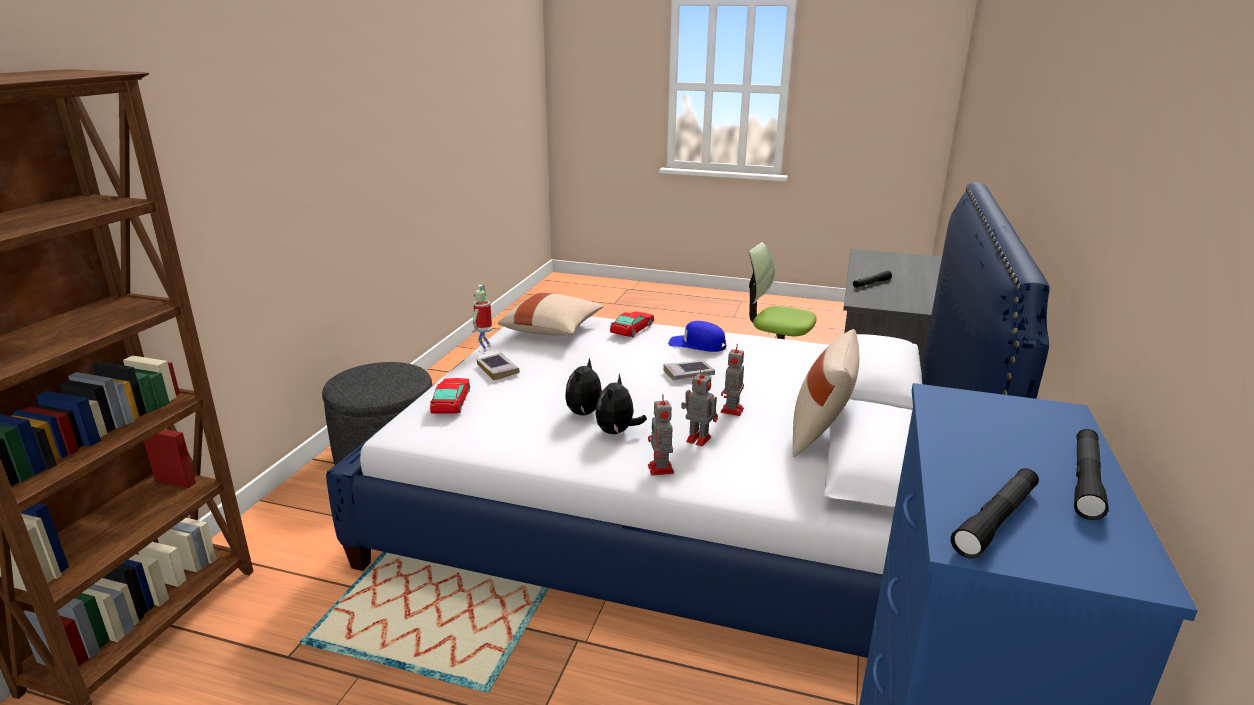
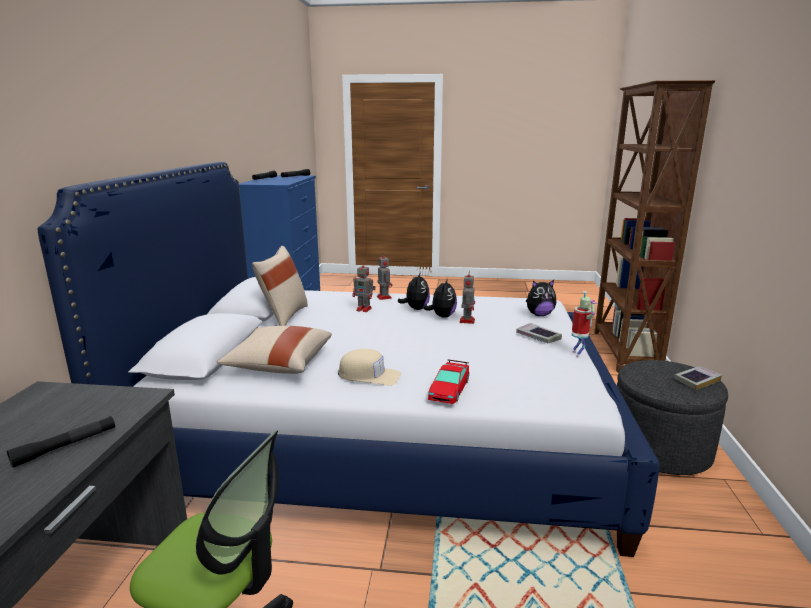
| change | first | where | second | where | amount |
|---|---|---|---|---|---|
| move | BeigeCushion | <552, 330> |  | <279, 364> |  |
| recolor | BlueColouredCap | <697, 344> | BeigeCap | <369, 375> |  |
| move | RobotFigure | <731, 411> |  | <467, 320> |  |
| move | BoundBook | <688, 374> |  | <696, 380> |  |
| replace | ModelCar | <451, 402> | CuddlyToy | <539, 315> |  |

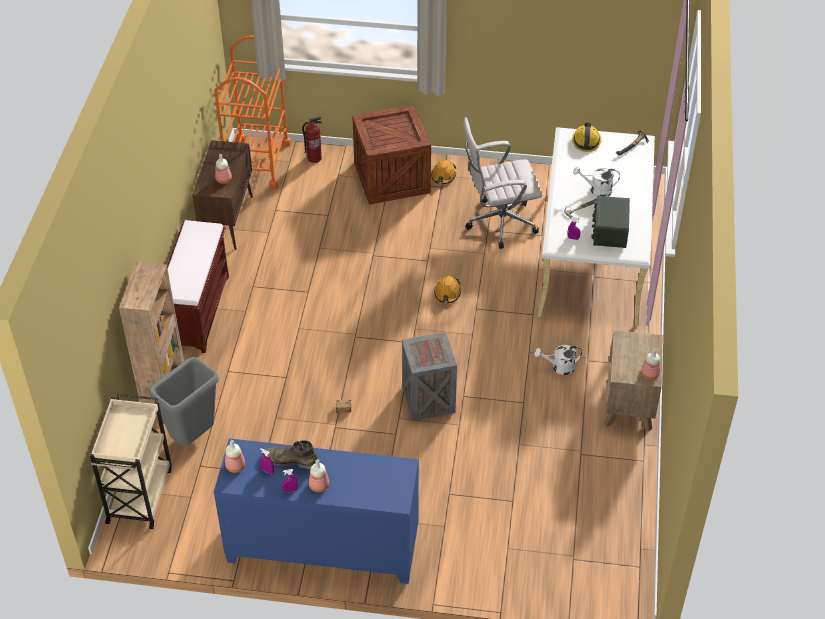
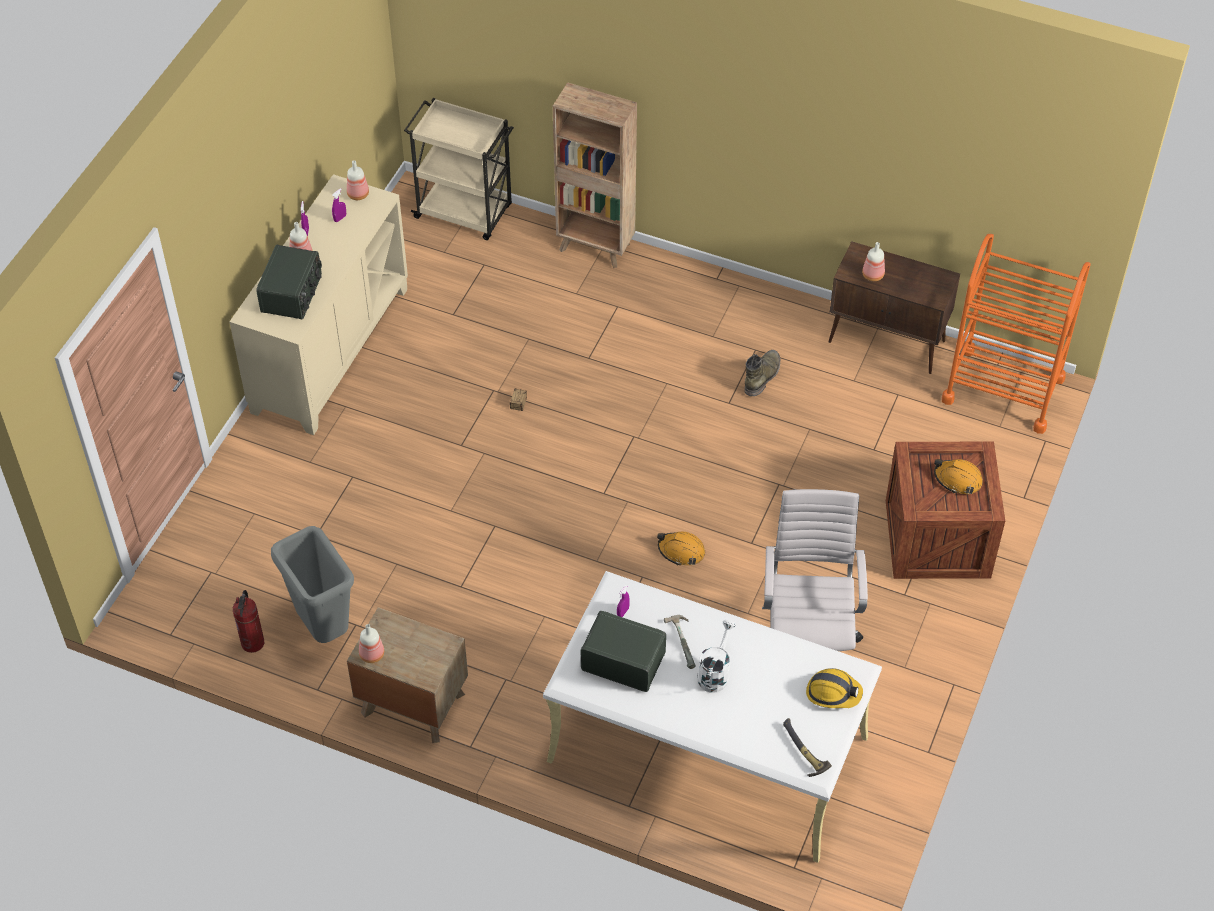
| change | first | where | second | where | amount |
|---|---|---|---|---|---|
| move | Extinguisher | <314, 158> |  | <253, 643> |  |
| move | OrangeHardHat | <443, 176> |  | <957, 479> |  |
| delete | BrownColouredBench | <198, 310> |  |  |  |
| delete | Crate | <427, 400> |  |  |  |
| delete | WhiteSprinklingCan | <559, 367> |  |  |  |
| move | GreyTrashCan | <193, 438> |  | <322, 628> |  |
| recolor | BlueColouredCupboard | <322, 548> | BeigeCupboard | <329, 349> |  |
| move | GreenishHighTopBoot | <290, 460> |  | <762, 375> |  |
| insert |  |  | RadioReceiver | <292, 294> |  |

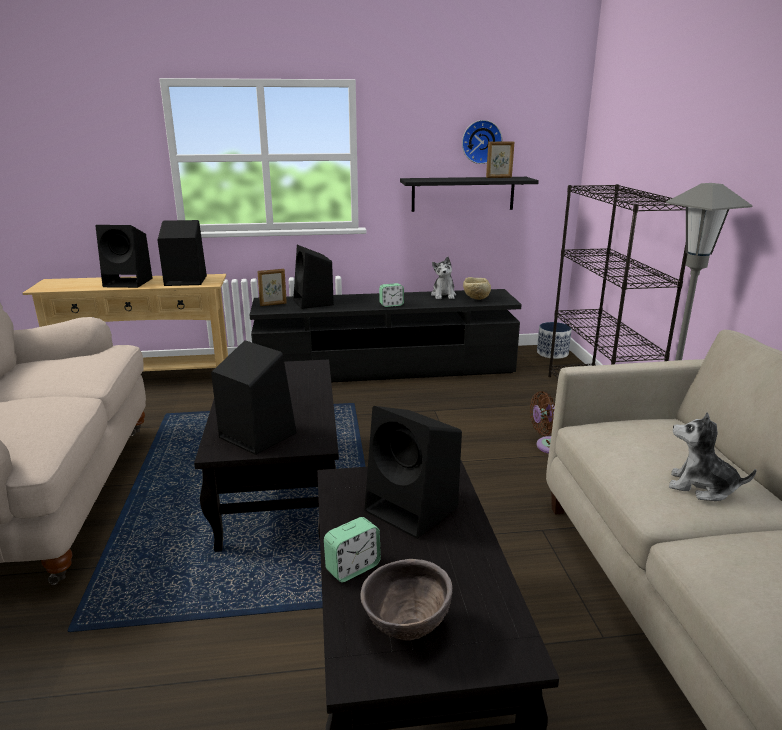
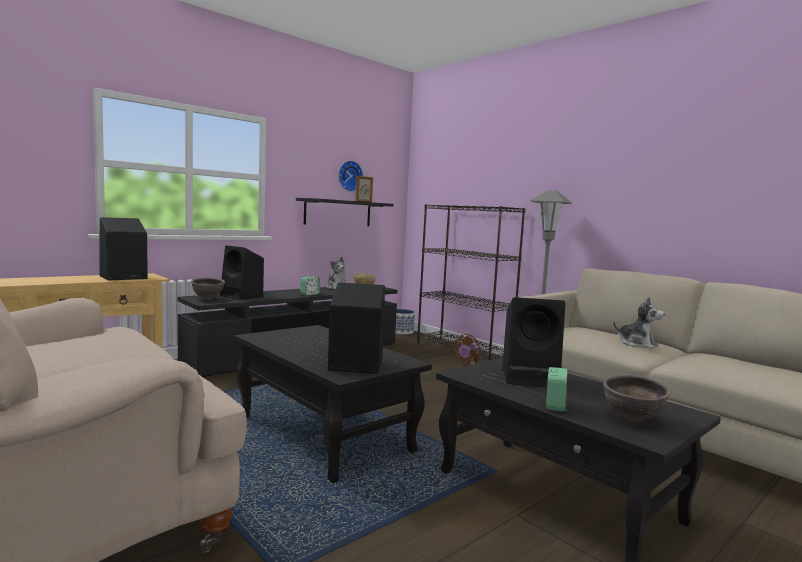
| change | first | where | second | where | amount |
|---|---|---|---|---|---|
| delete | BlackLoudspeaker | <129, 282> |  |  |  |
| replace | PhotoFrame | <273, 304> | BrownColouredServingBowl | <207, 299> |  |
| rotate | CuddlyToy | <701, 487> |  | <637, 344> | 135 degrees counterclockwise |

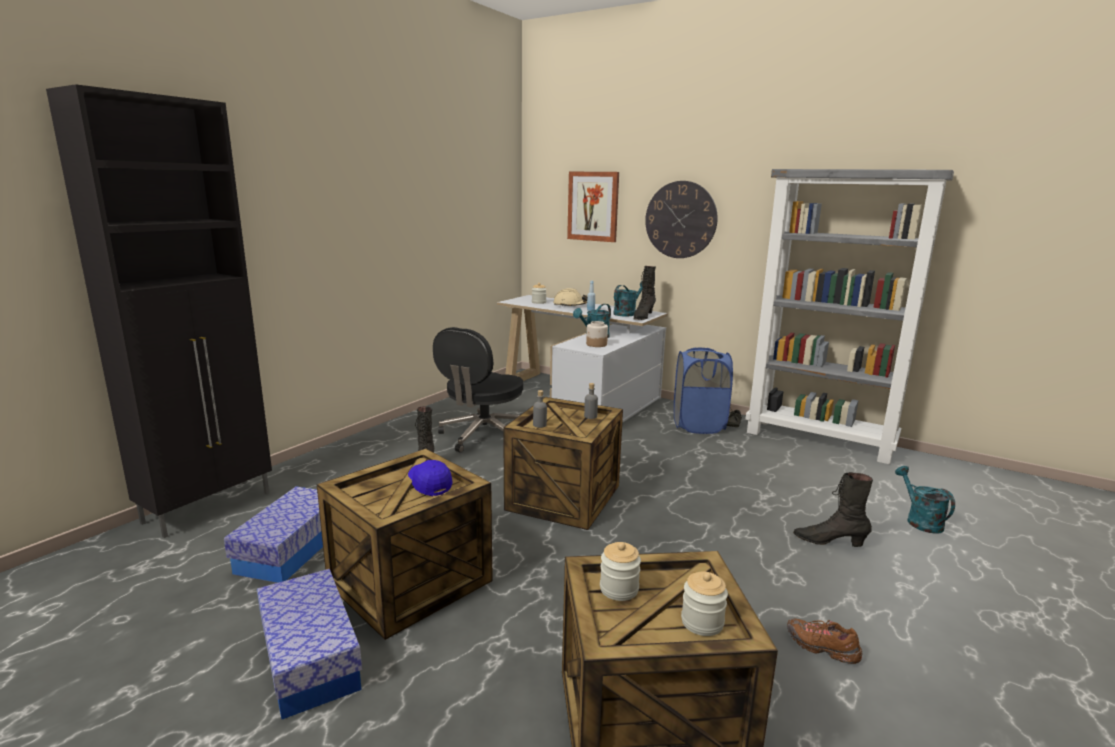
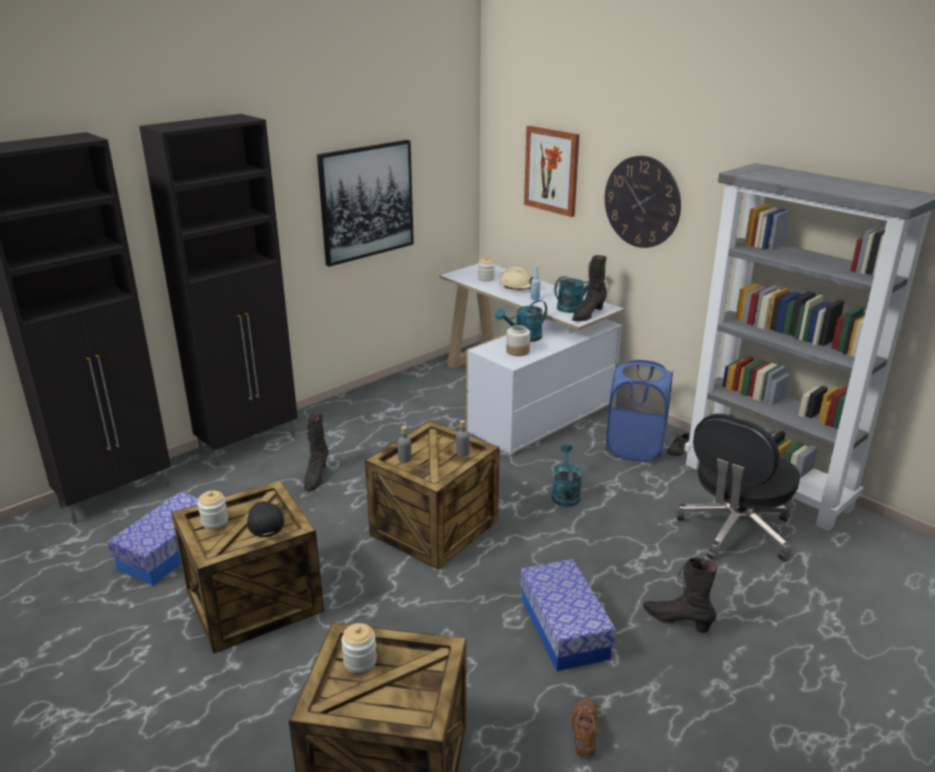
| change | first | where | second | where | amount |
|---|---|---|---|---|---|
| move | BlackComputerChair | <482, 436> |  | <734, 531> |  |
| recolor | BlueColouredCap | <429, 484> | BlackCap | <265, 523> |  |
| move | TurquoiseSprinklingCan | <919, 520> |  | <565, 494> |  |
| move | StorageBox | <310, 659> |  | <564, 628> |  |
| move | PreserveJar | <702, 622> |  | <214, 521> |  |
| rotate | BrownColouredShoe | <822, 648> |  | <584, 732> | 45 degrees clockwise |
| insert |  |  | BlackCupboard | <250, 443> |  |
| insert |  |  | WallPicture | <366, 201> |  |

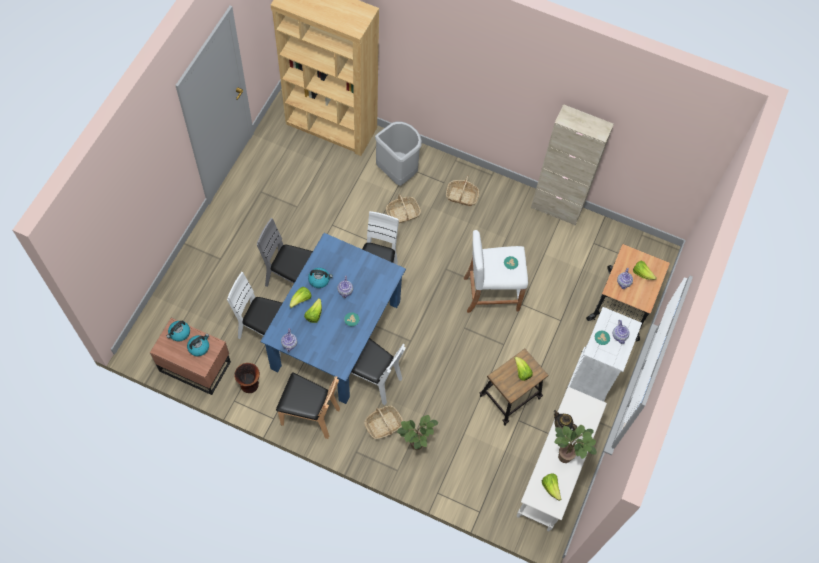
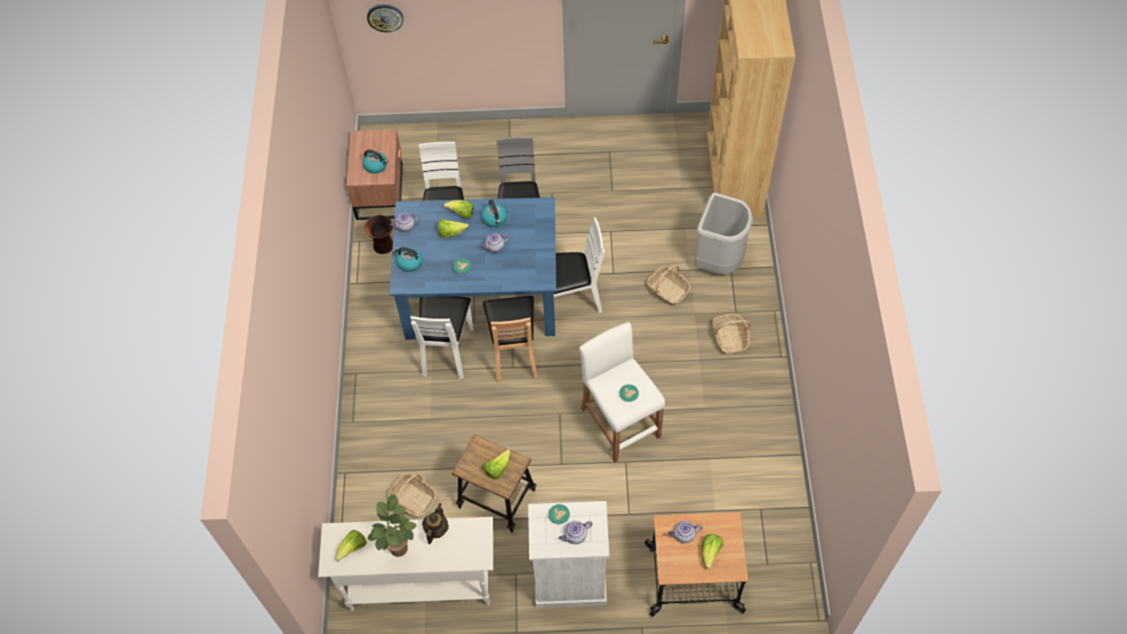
| change | first | where | second | where | amount |
|---|---|---|---|---|---|
| delete | BeigeCupboard | <556, 208> |  |  |  |
| move | Kettle | <179, 333> |  | <409, 263> |  |
| move | BrownColouredUprightChair | <310, 415> |  | <514, 353> |  |
| move | Basket | <383, 425> |  | <413, 498> |  |
| delete | PlantInAPot | <415, 446> |  |  |  |
| insert |  |  | WallClock | <385, 17> |  |

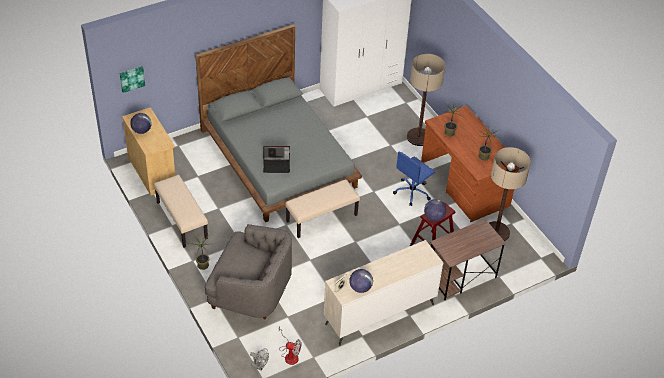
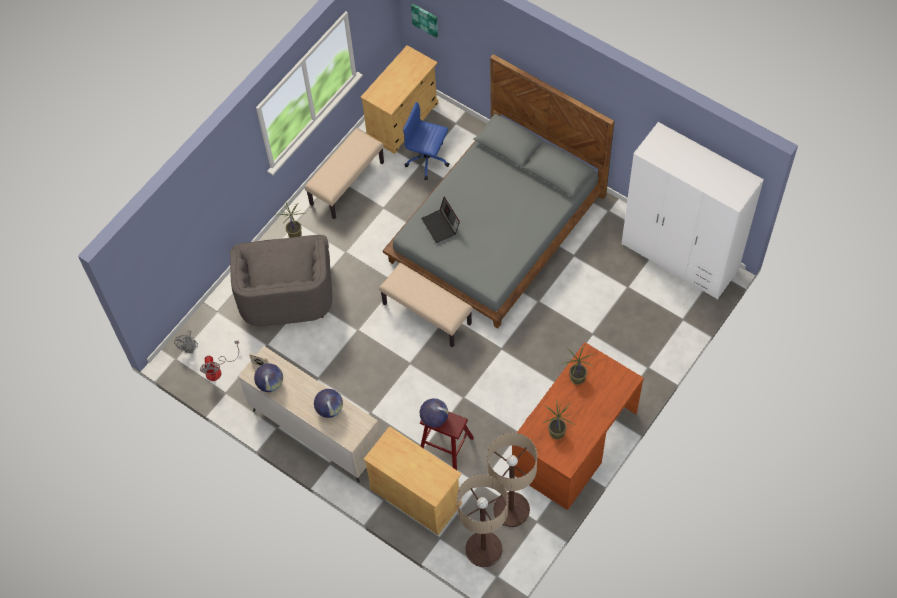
| change | first | where | second | where | amount |
|---|---|---|---|---|---|
| move | StandingLamp | <419, 137> |  | <483, 549> |  |
| move | Globe | <141, 130> |  | <329, 409> |  |
| move | BlueColouredComputerChair | <412, 192> |  | <428, 160> |  |
| replace | BrownColouredDesk | <460, 277> | BeigeCupboard | <416, 496> |  |

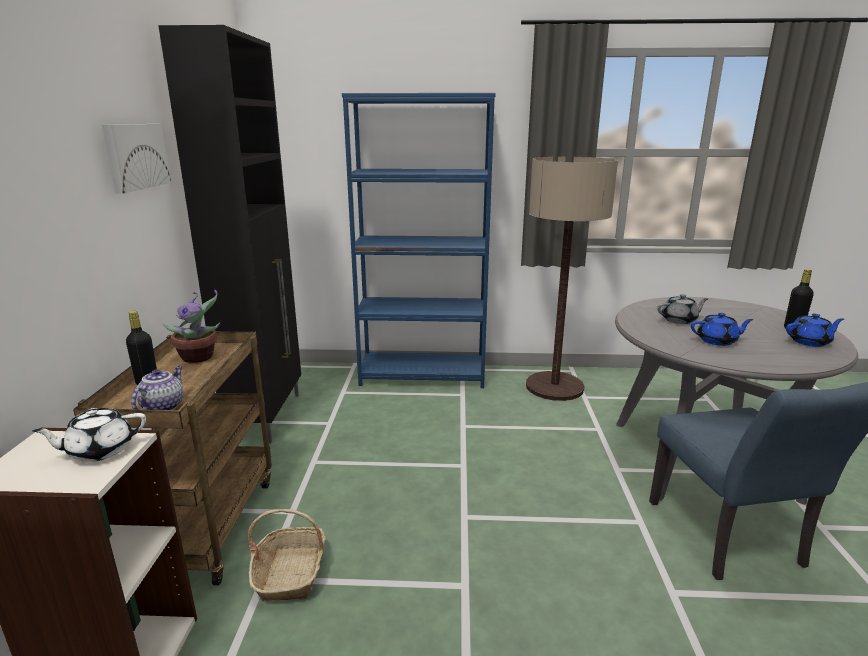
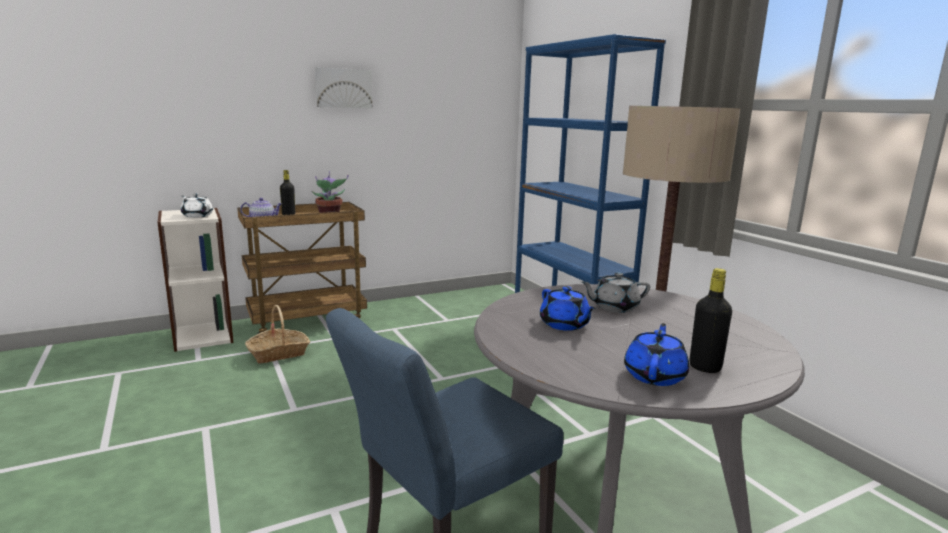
| change | first | where | second | where | amount |
|---|---|---|---|---|---|
| delete | BlackCupboard | <268, 416> |  |  |  |
| rotate | GreyPotForTea | <679, 320> |  | <614, 307> | 120 degrees clockwise |
| rotate | BlueColouredPotForTea | <810, 342> |  | <655, 375> | 120 degrees counterclockwise |

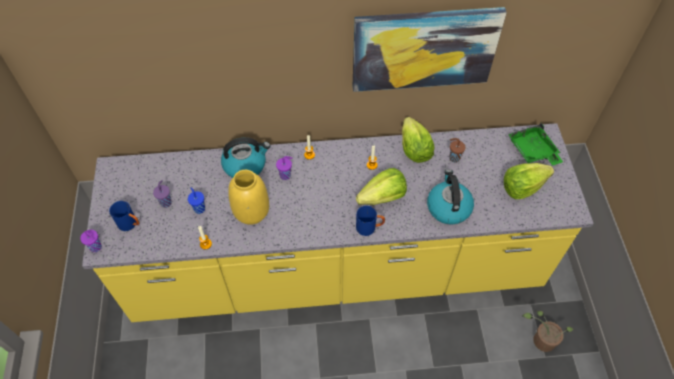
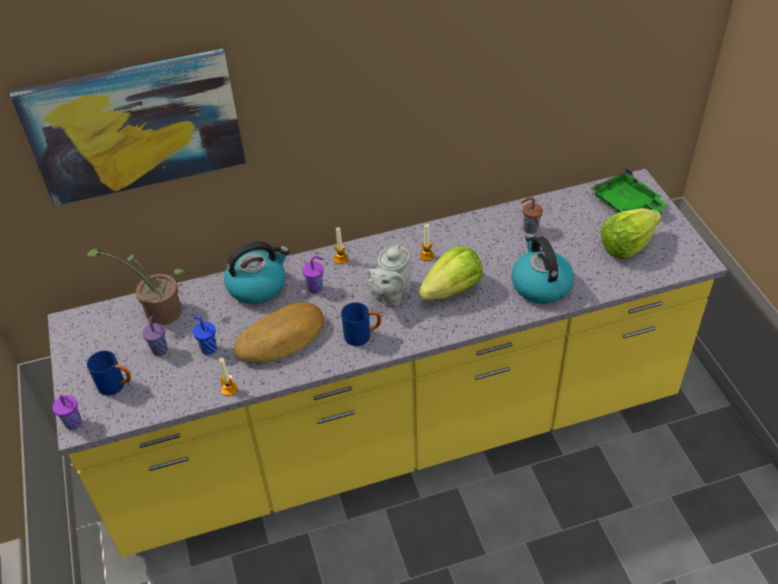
| change | first | where | second | where | amount |
|---|---|---|---|---|---|
| move | WallPicture | <424, 48> |  | <135, 126> |  |
| delete | HeadOfLettuce | <414, 149> |  |  |  |
| replace | YellowishDecorativeVase | <252, 212> | Bread | <282, 339> |  |
| move | BlueColouredMug | <369, 228> |  | <362, 335> |  |
| move | PlantInAPot | <540, 339> |  | <158, 311> |  |
| insert |  |  | GreyPotForTea | <390, 295> |  |

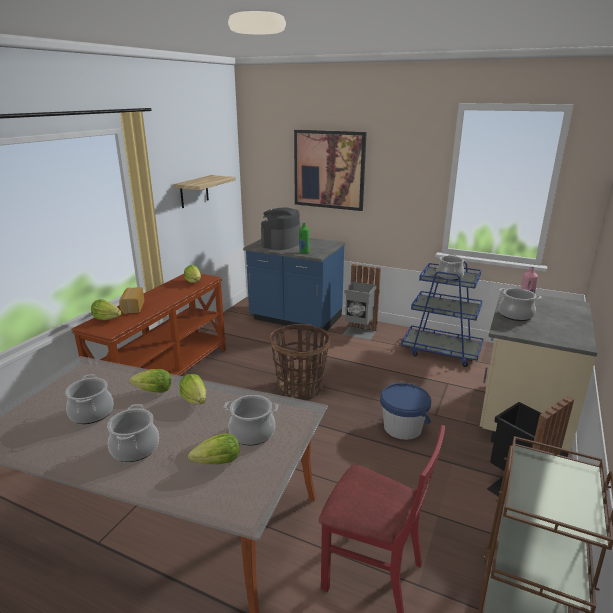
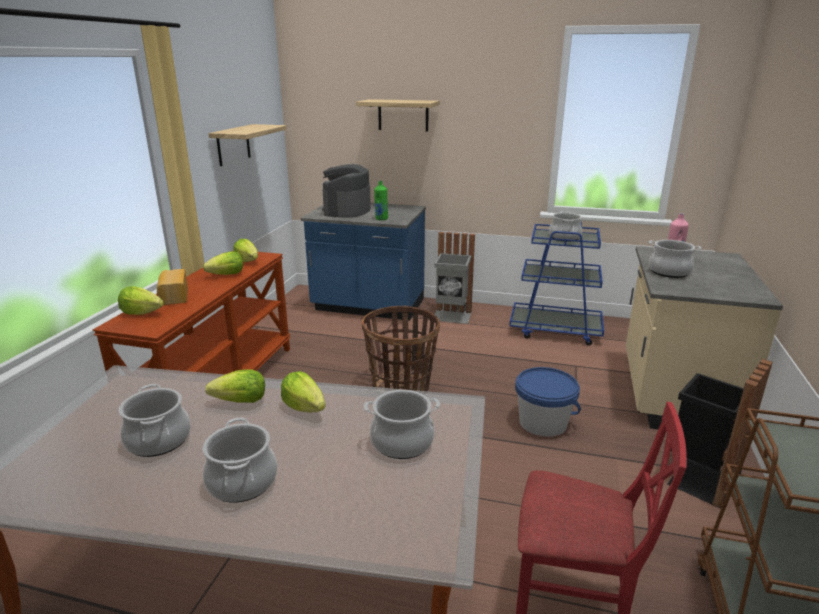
| change | first | where | second | where | amount |
|---|---|---|---|---|---|
| replace | WallPicture | <329, 170> | BracketShelf | <403, 115> |  |
| move | HeadOfLettuce | <218, 462> |  | <227, 275> |  |

